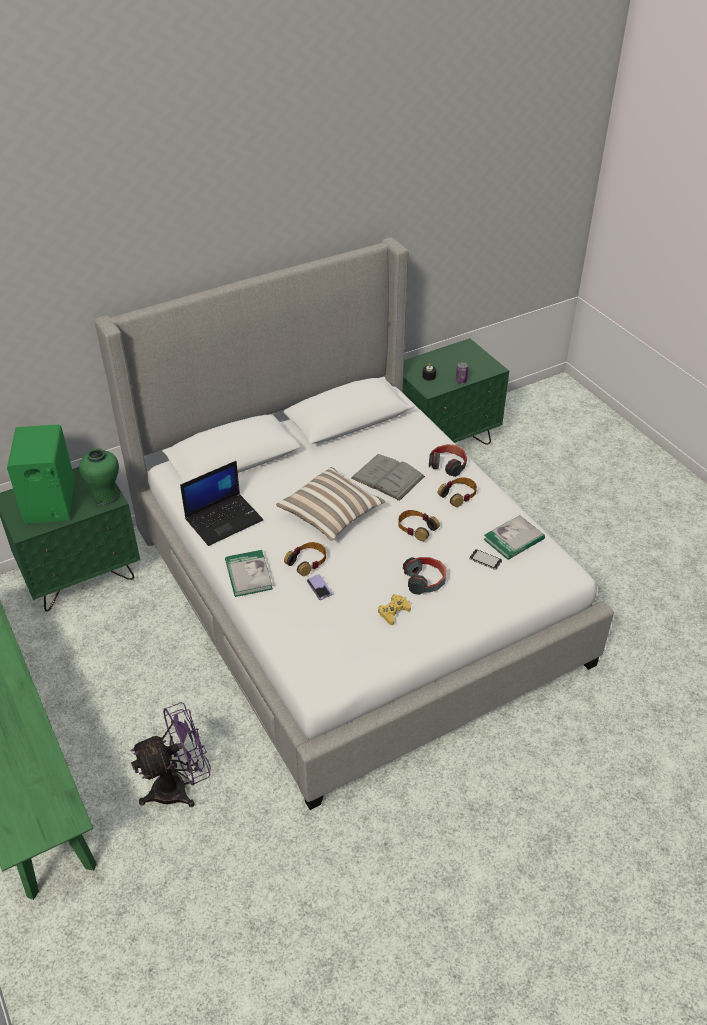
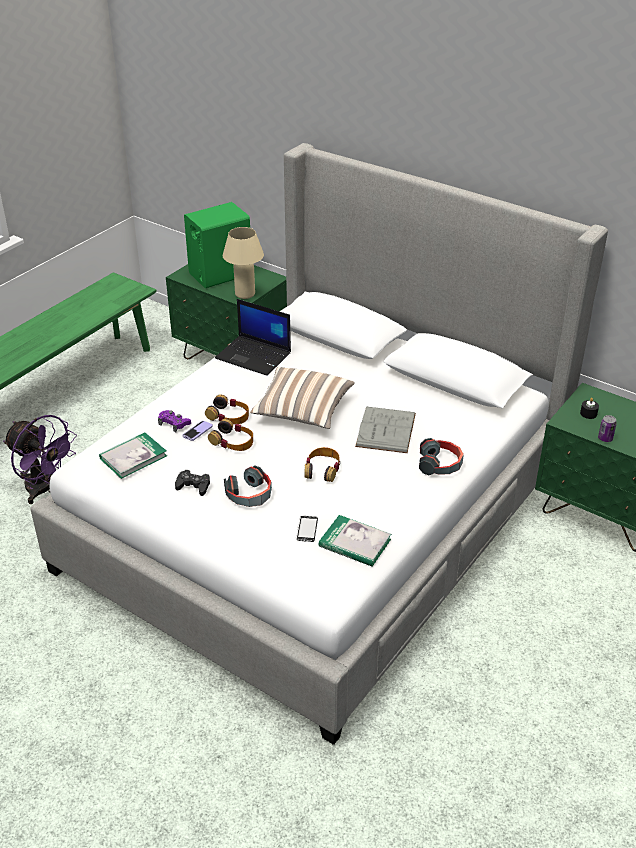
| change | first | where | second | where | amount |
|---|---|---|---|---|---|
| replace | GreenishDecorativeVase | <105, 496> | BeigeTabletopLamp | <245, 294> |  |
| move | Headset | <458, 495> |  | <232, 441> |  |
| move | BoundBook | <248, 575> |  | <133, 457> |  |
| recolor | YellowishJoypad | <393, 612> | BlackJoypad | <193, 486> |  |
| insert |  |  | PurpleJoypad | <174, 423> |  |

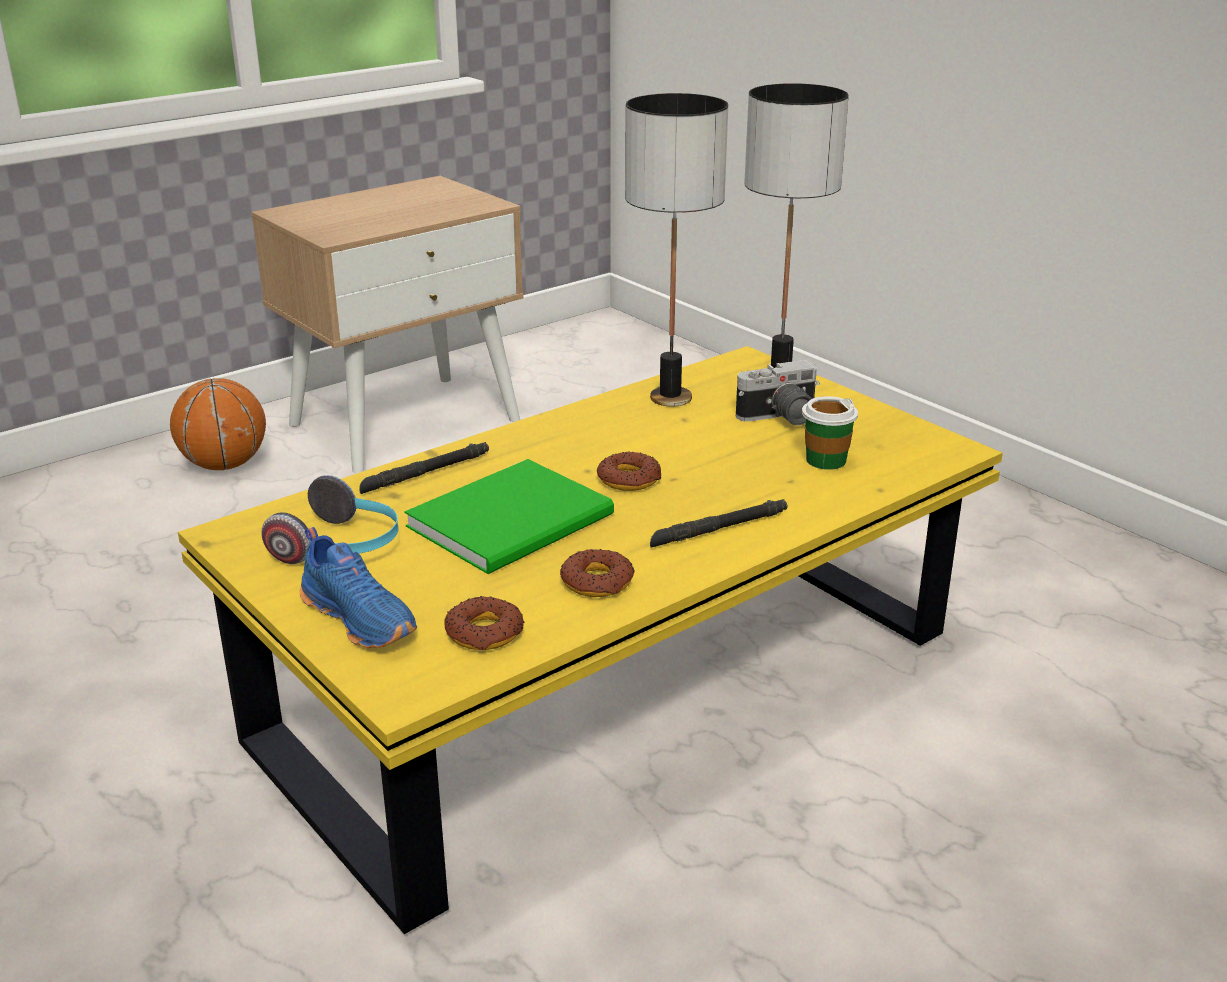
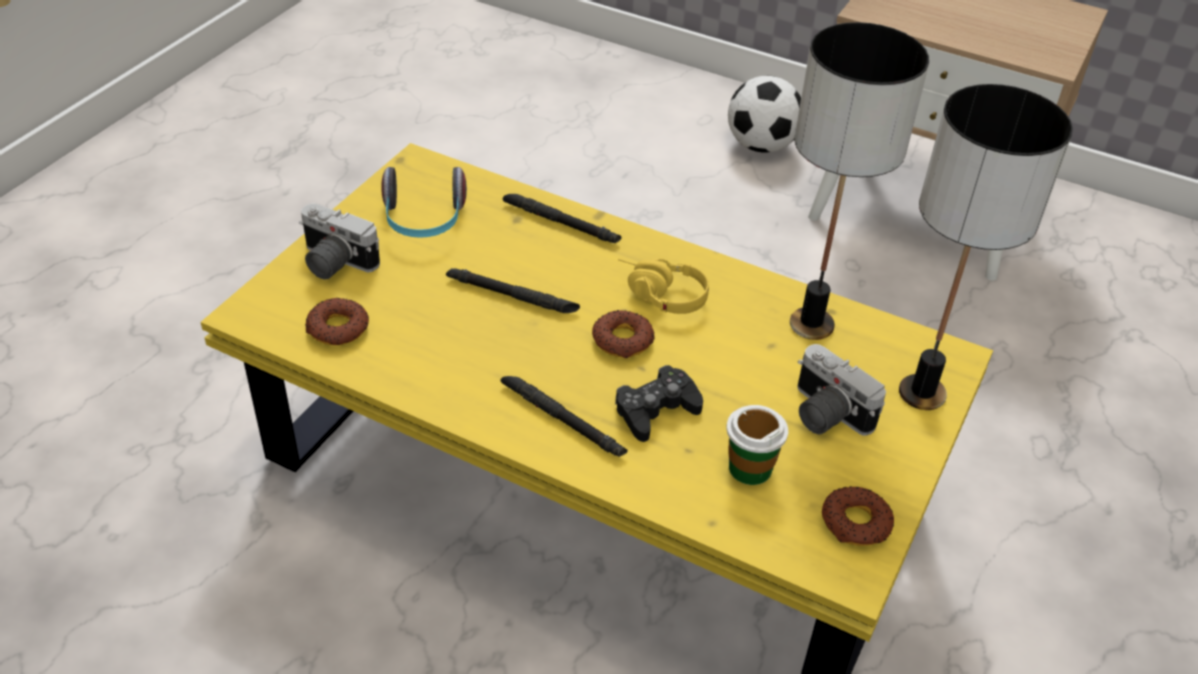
| change | first | where | second | where | amount |
|---|---|---|---|---|---|
| replace | BasketballBall | <224, 465> | Football | <761, 145> |  |
| replace | GreenishBoundBook | <517, 520> | BlackTorch | <512, 295> |  |
| replace | BlueColouredShoe | <361, 618> | StillCamera | <333, 263> |  |
| move | Donut | <597, 582> |  | <856, 523> |  |
| insert |  |  | YellowishHeadset | <657, 295> |  |
| insert |  |  | BlackJoypad | <656, 410> |  |

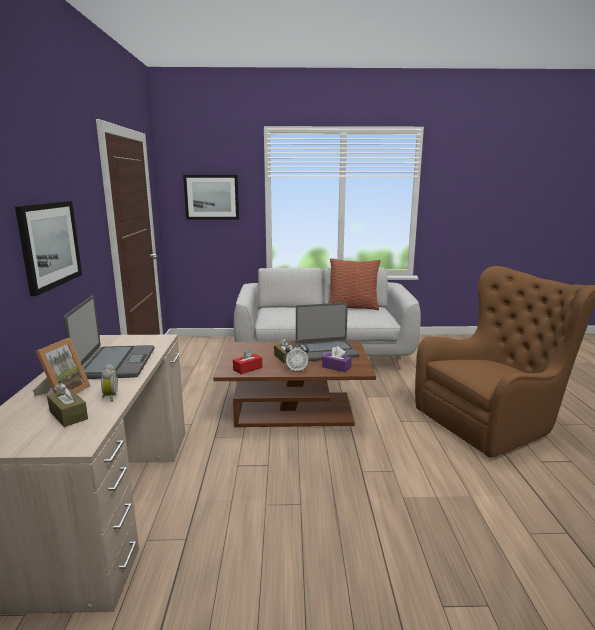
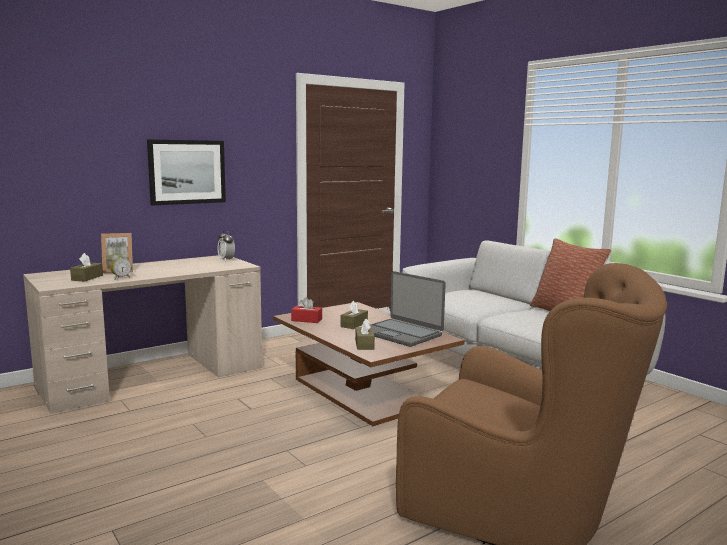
| change | first | where | second | where | amount |
|---|---|---|---|---|---|
| delete | WallPicture | <211, 197> |  |  |  |
| delete | NotebookComputer | <115, 363> |  |  |  |
| move | BedsideClock | <297, 370> |  | <226, 260> |  |
| recolor | PurpleTissueBox | <336, 367> | BrownColouredTissueBox | <364, 344> |  |

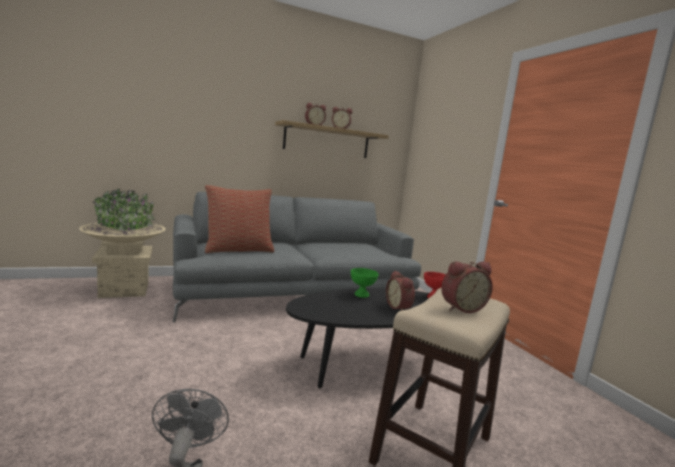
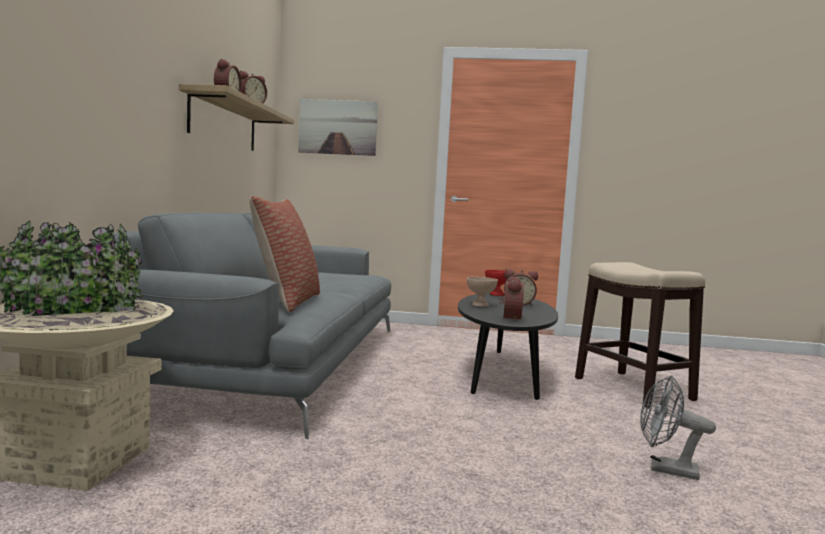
| change | first | where | second | where | amount |
|---|---|---|---|---|---|
| move | BedsideClock | <461, 308> |  | <509, 318> |  |
| recolor | GreenishServingBowl | <361, 295> | BeigeServingBowl | <480, 305> |  |
| insert |  |  | WallPicture | <338, 127> |  |

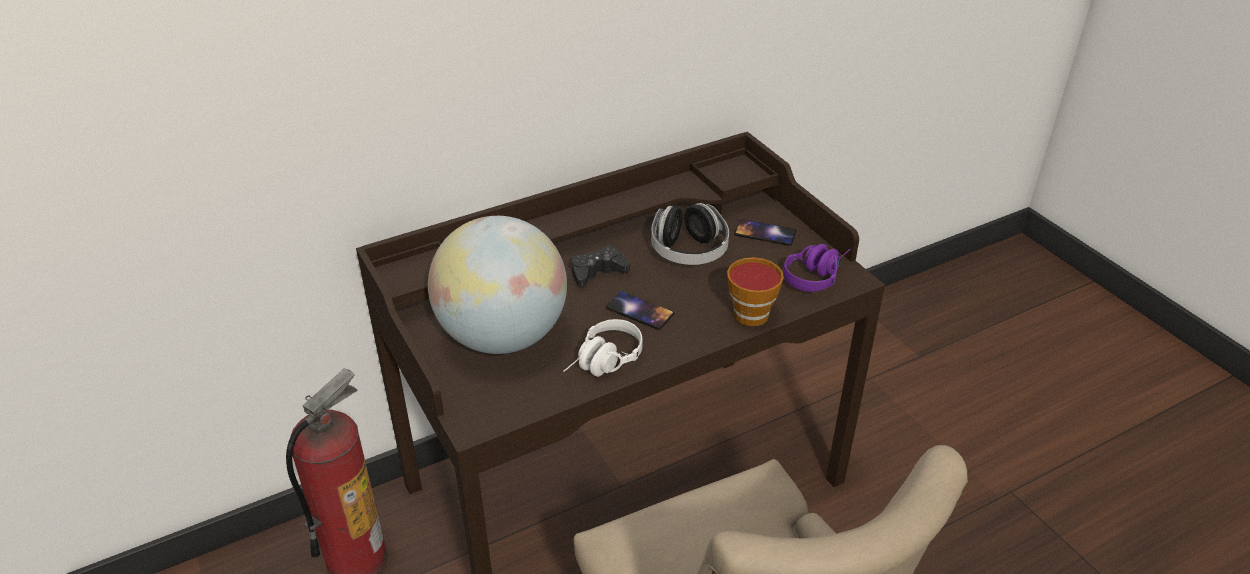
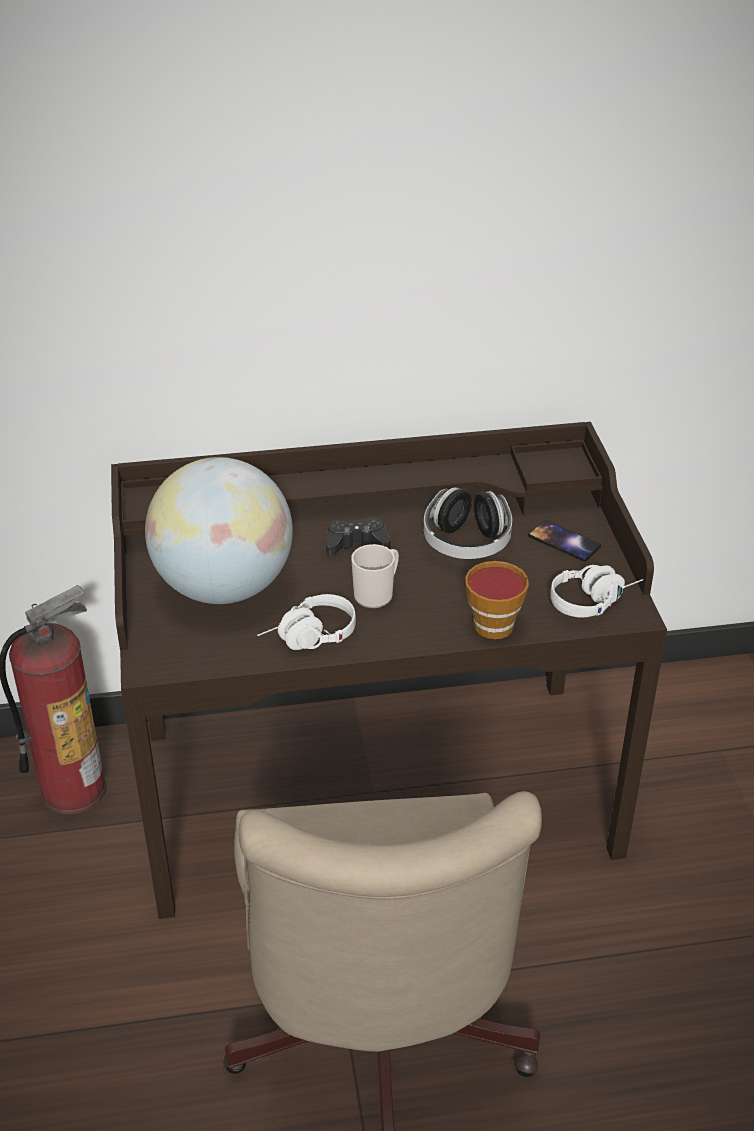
| change | first | where | second | where | amount |
|---|---|---|---|---|---|
| recolor | PurpleHeadset | <816, 274> | WhiteHeadset | <594, 600> |  |
| replace | Telephone | <639, 311> | Mug | <377, 594> |  |

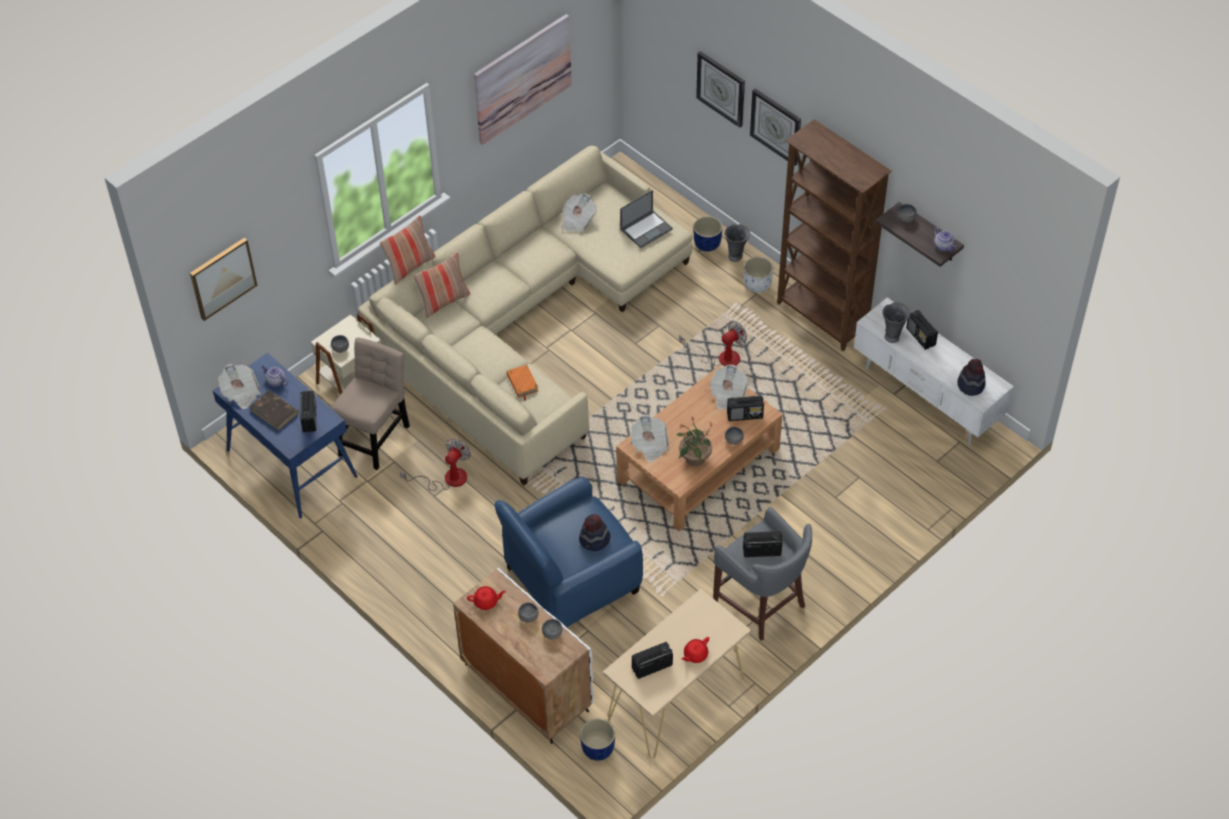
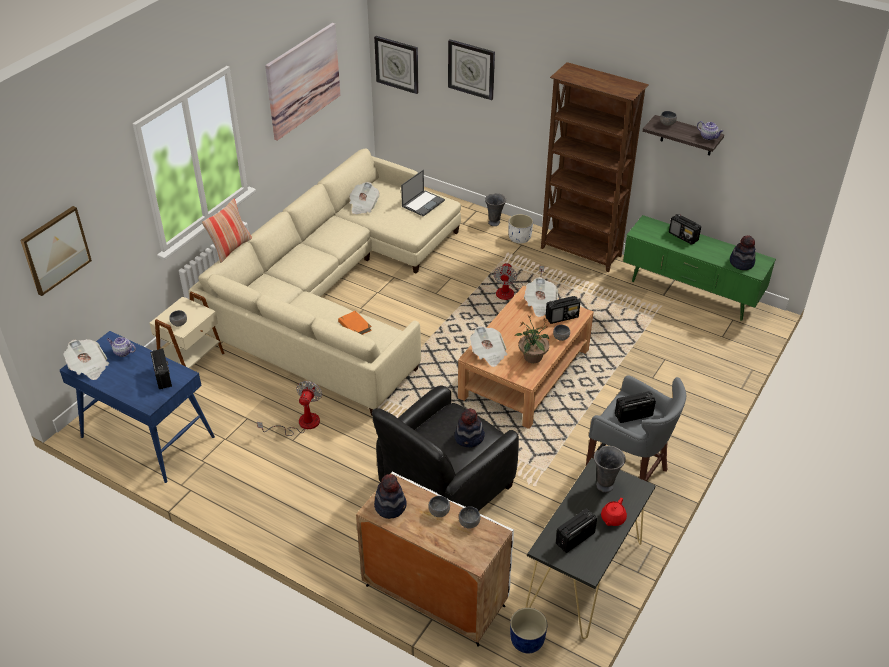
| change | first | where | second | where | amount |
|---|---|---|---|---|---|
| move | WallClock | <776, 126> |  | <397, 64> |  |
| delete | BlueColouredPlantPot | <707, 243> |  |  |  |
| delete | Cushion | <444, 301> |  |  |  |
| recolor | WhiteMediaConsole | <926, 398> | GreenishMediaConsole | <690, 294> |  |
| move | GreyDecorativeVase | <892, 336> |  | <605, 485> |  |
| rotate | CoolingFan | <721, 357> |  | <511, 292> | 150 degrees clockwise |
| delete | BeigeUprightChair | <375, 437> |  |  |  |
| delete | BrownColouredBoundBook | <274, 412> |  |  |  |
| recolor | BlueColouredLoungeChair | <570, 580> | BlackLoungeChair | <444, 488> |  |
| replace | RedColouredPotForTea | <486, 602> | Hat | <390, 506> |  |
| recolor | BeigeHallTable | <675, 698> | BlackHallTable | <584, 576> |  |

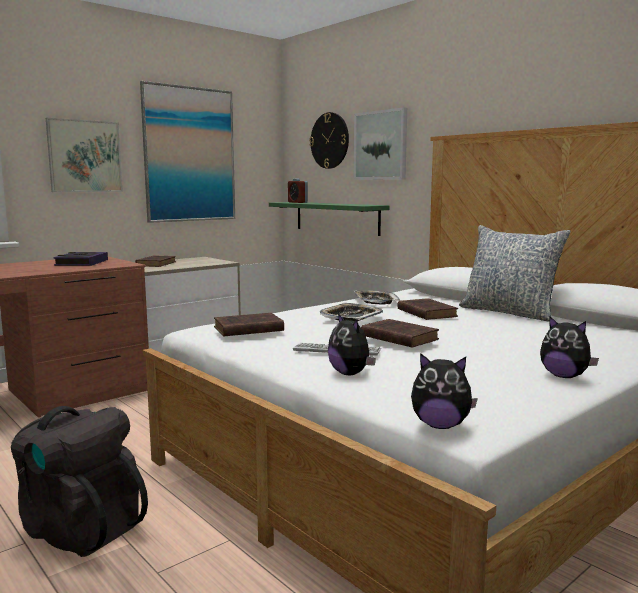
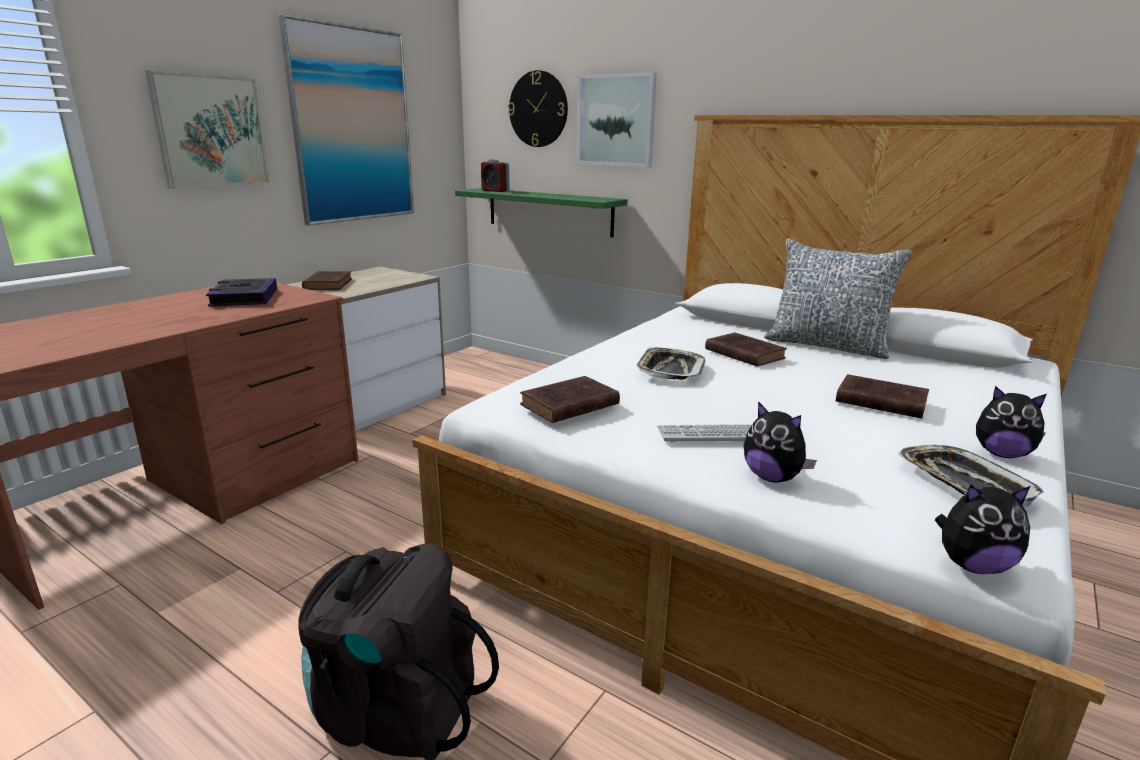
| change | first | where | second | where | amount |
|---|---|---|---|---|---|
| move | ServingTray | <375, 301> |  | <963, 482> |  |
| move | BrownColouredBoundBook | <397, 337> |  | <878, 401> |  |

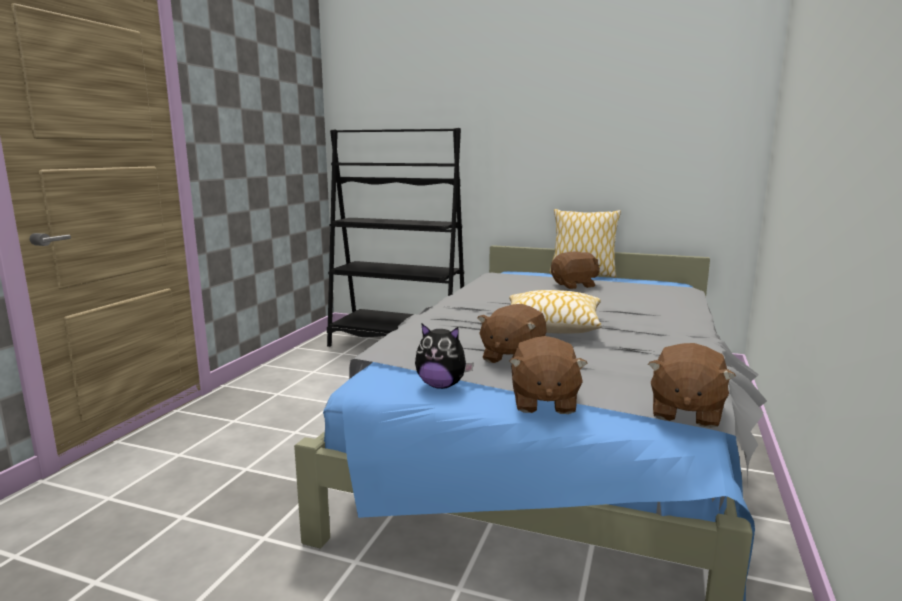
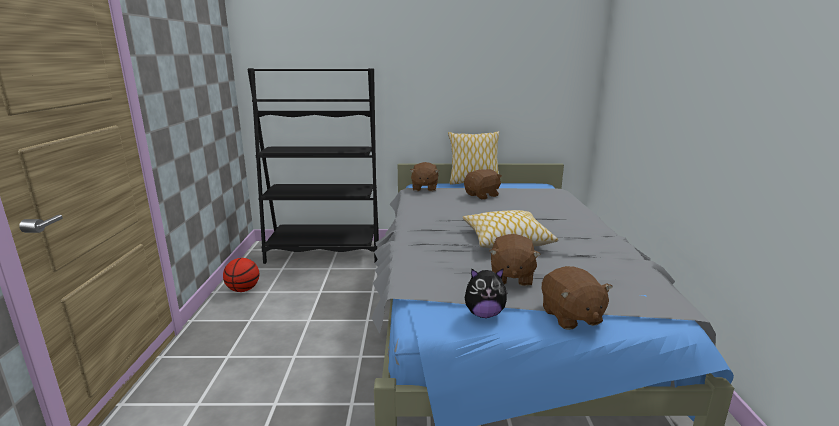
| change | first | where | second | where | amount |
|---|---|---|---|---|---|
| move | BrownColouredCuddlyToy | <685, 412> |  | <424, 188> |  |
| insert |  |  | BasketballBall | <243, 290> |  |

